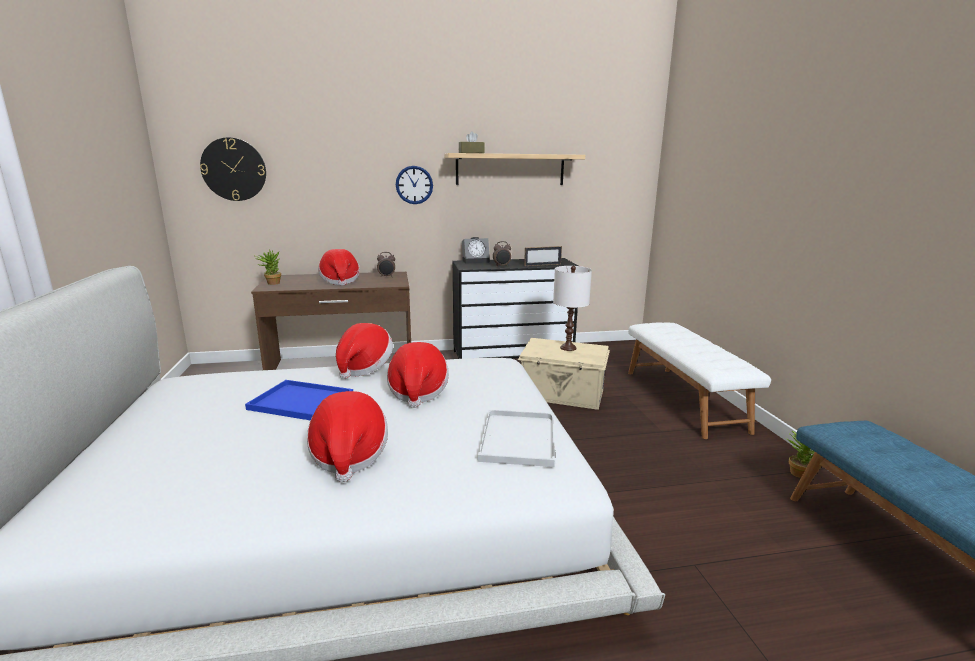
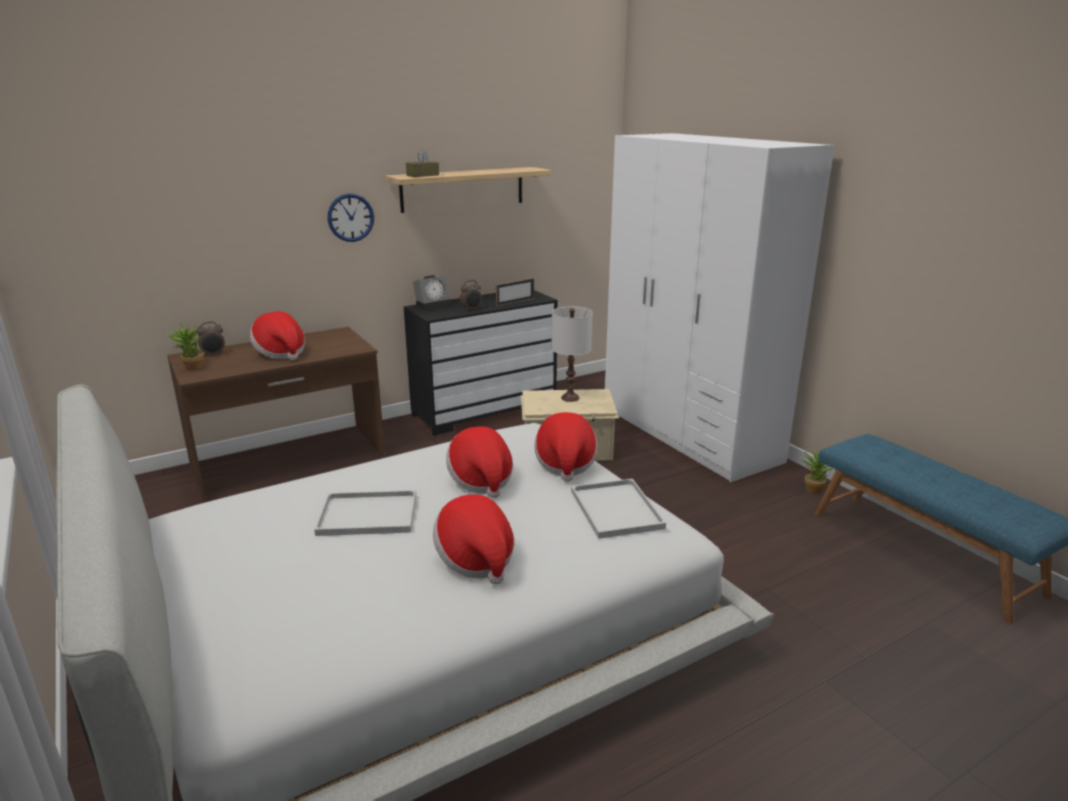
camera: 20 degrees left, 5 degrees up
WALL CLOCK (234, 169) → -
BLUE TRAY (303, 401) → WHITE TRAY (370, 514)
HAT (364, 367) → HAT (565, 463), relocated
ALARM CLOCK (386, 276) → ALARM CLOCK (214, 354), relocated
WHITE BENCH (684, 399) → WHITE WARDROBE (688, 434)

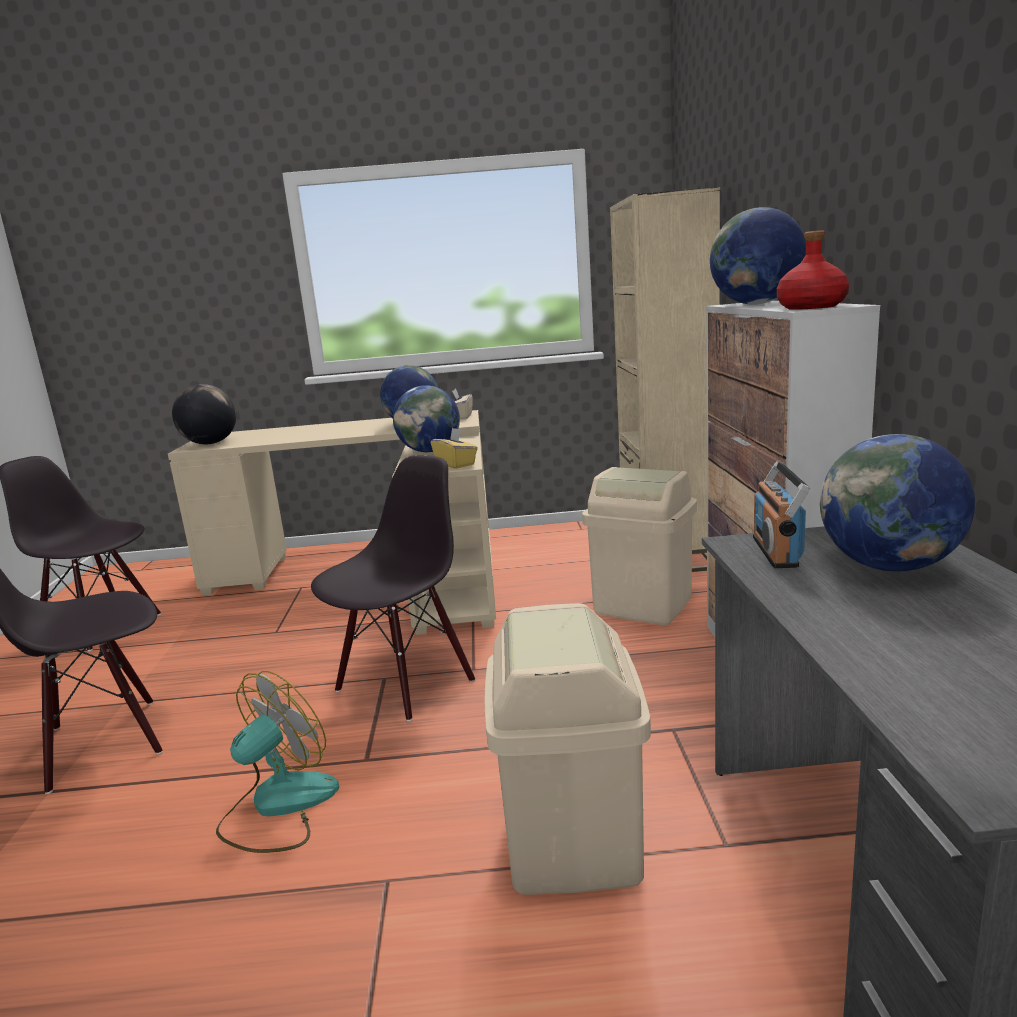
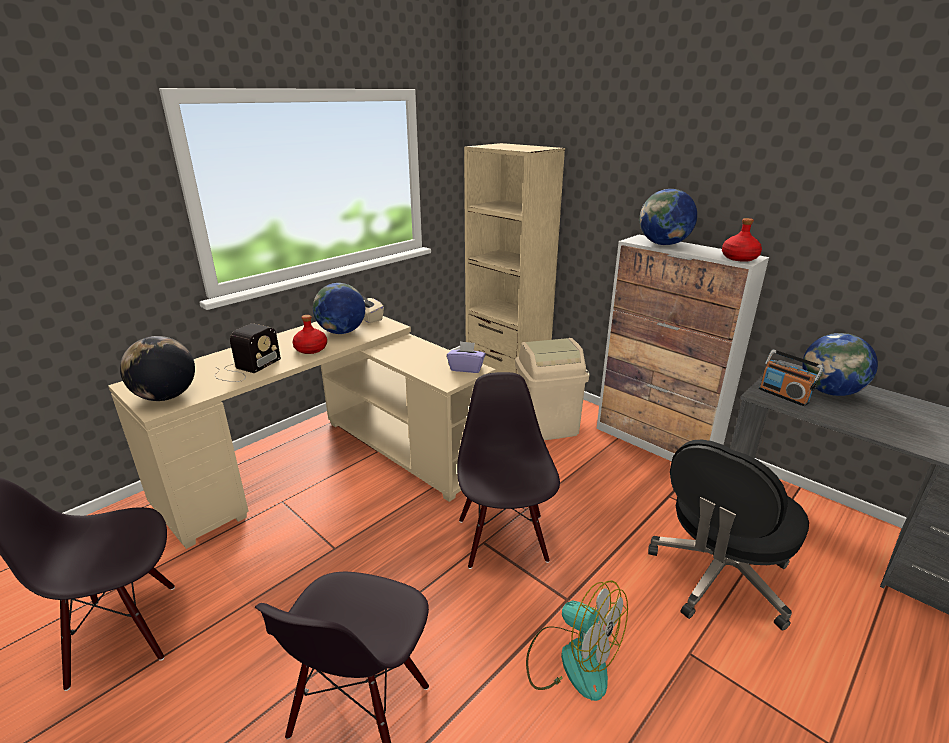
camera: 45 degrees left, 10 degrees up
FAN (278, 806) → FAN (572, 660), 135 degrees clockwise
GLOBE (430, 451) → -
YELLOW TISSUE BOX (456, 464) → PURPLE TISSUE BOX (466, 368)
BEIGE TRASH CAN (570, 840) → BLACK OFFICE CHAIR (718, 577)
- → RADIO (246, 368)
- → RED BOTTLE (310, 349)

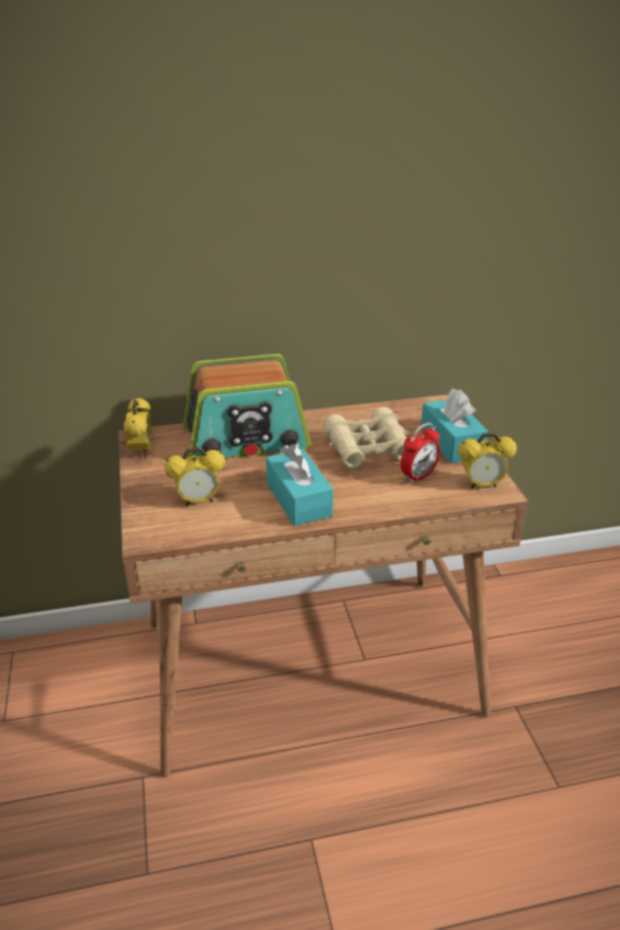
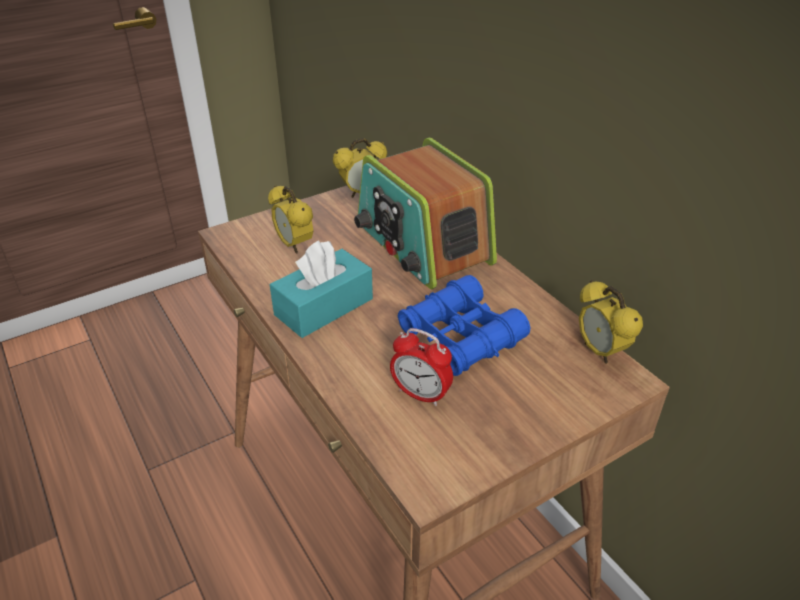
camera: 70 degrees right, 5 degrees up
BEIGE BINOCULARS (368, 448) → BLUE BINOCULARS (461, 336)
TURQUOISE TISSUE BOX (451, 442) → -
ALARM CLOCK (482, 485) → ALARM CLOCK (600, 352), relocated

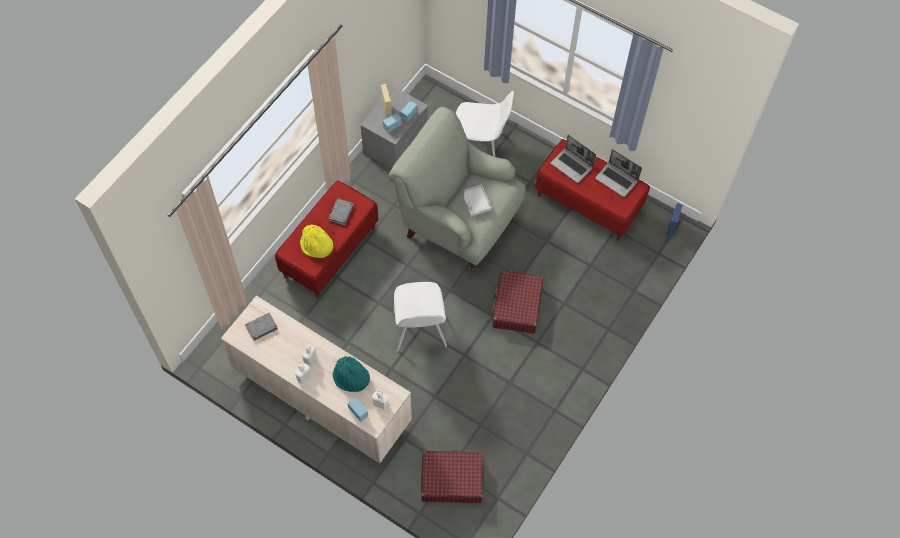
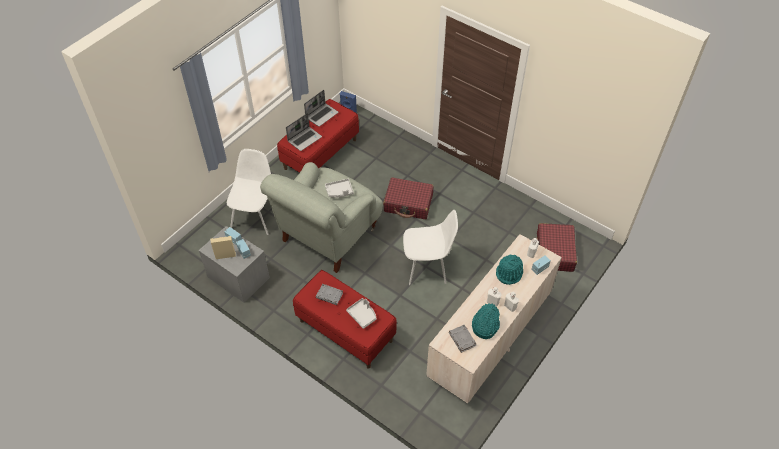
camera: 85 degrees left, 10 degrees down
YELLOW HAT (316, 246) → GREY TRAY (362, 315)
- → TURQUOISE HAT (485, 325)

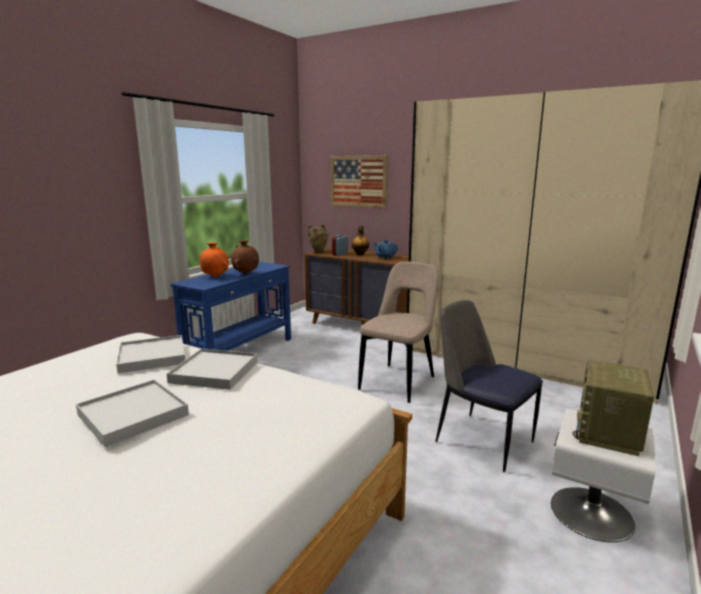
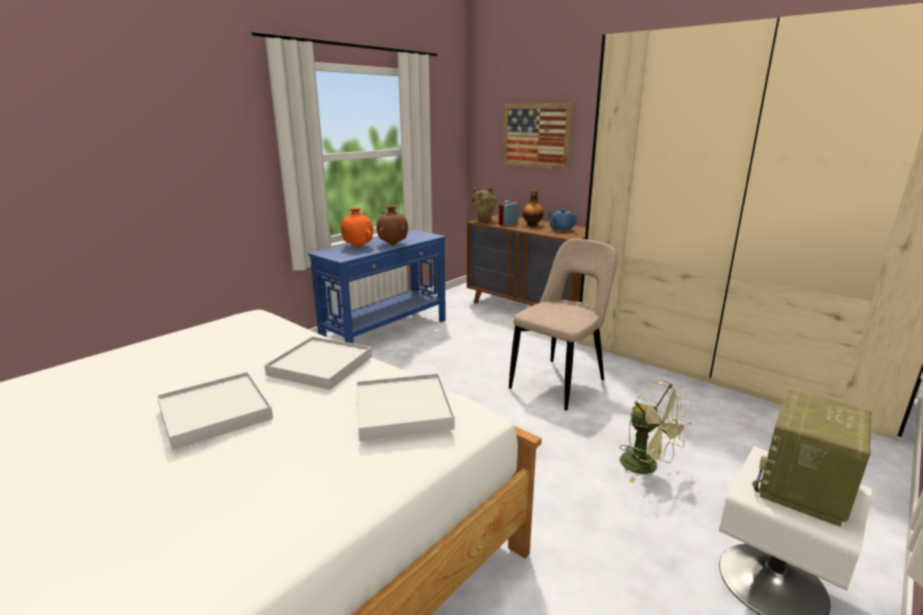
camera: 10 degrees right, 5 degrees up
WHITE TRAY (152, 357) → WHITE TRAY (403, 410), relocated
CHAIR (481, 440) → GREEN FAN (646, 467)

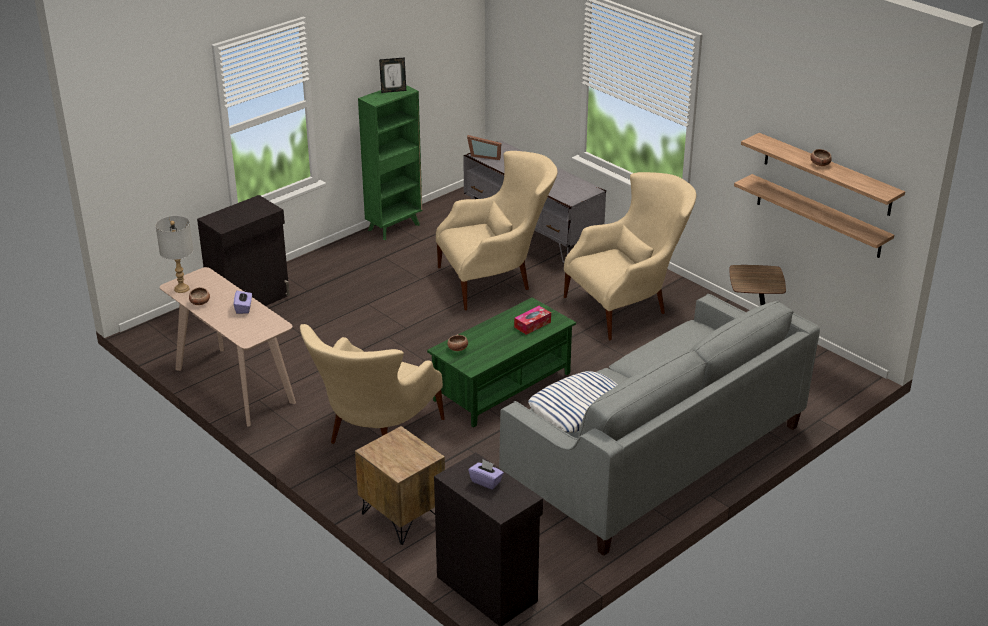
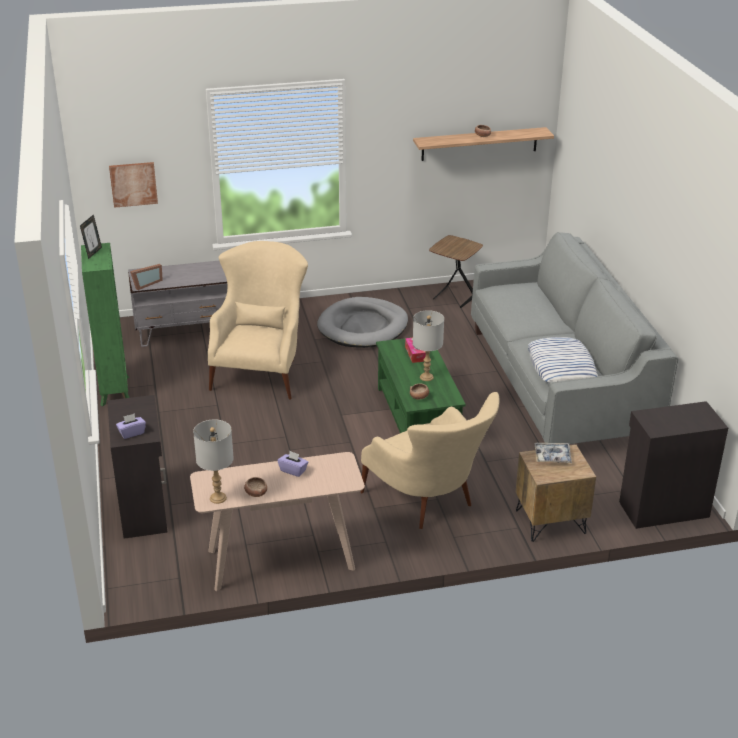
camera: 60 degrees left, 0 degrees up
PURPLE TISSUE BOX (486, 481) → PURPLE TISSUE BOX (131, 433), relocated
BEIGE ARMCHAIR (629, 305) → GREY DOG BED (363, 327)
SHELF (818, 216) → -
- → PICTURE (133, 184)
- → GREY TABLE LAMP (426, 377)
- → TRAY (552, 456)

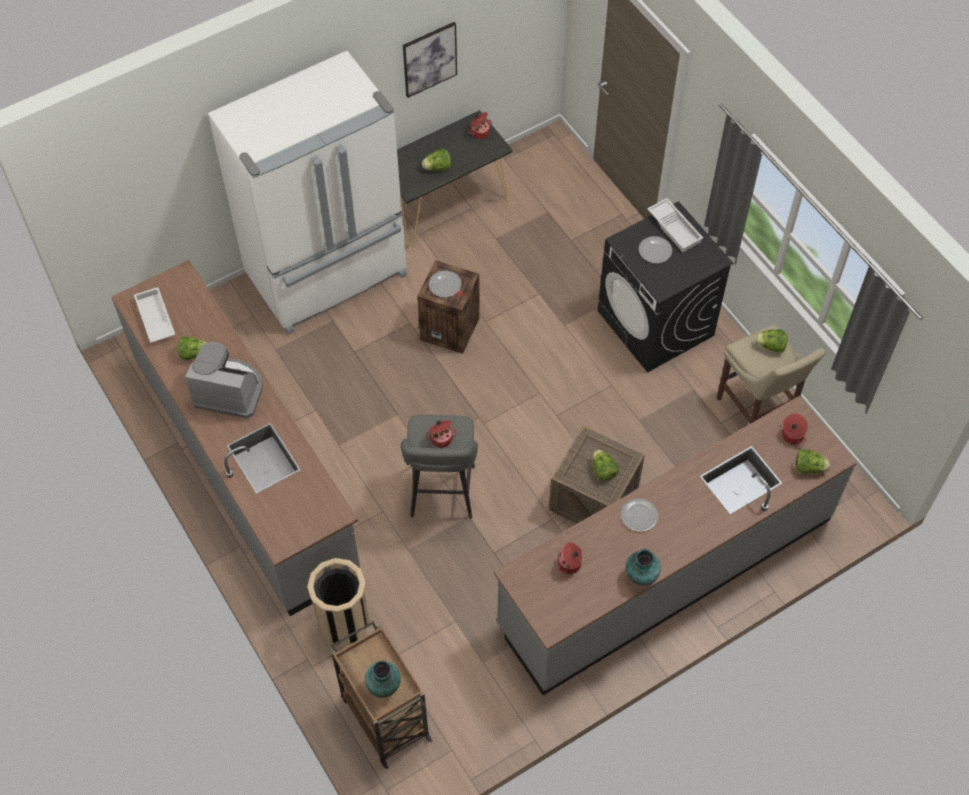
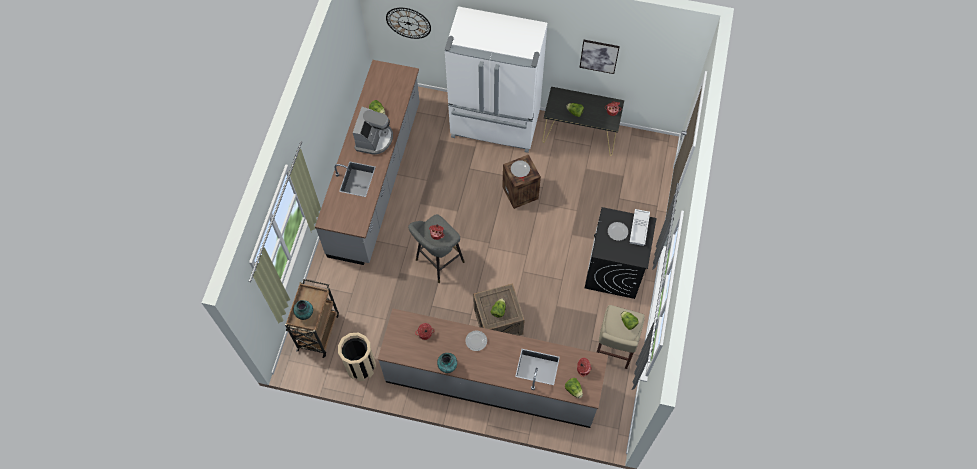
camera: 45 degrees right, 5 degrees up
WHITE TRAY (154, 319) → -
COFFEE MACHINE (229, 391) → COFFEE MACHINE (374, 139), 45 degrees clockwise
BEIGE TRASH CAN (344, 624) → BEIGE TRASH CAN (361, 366), relocated
- → WALL CLOCK (408, 23)

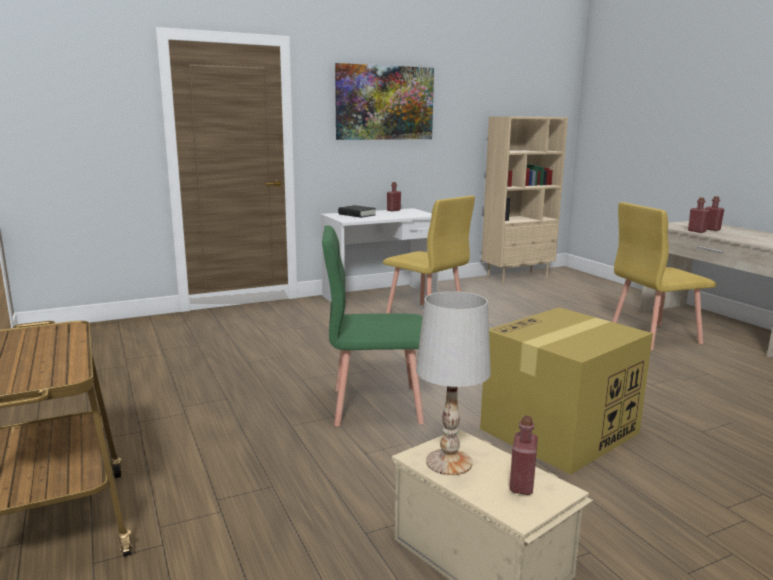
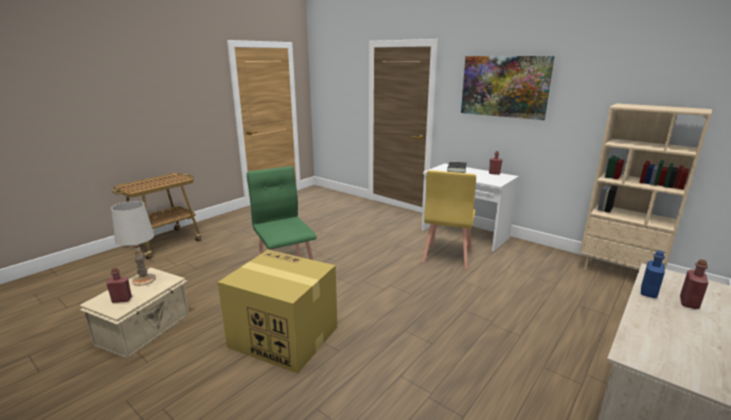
camera: 65 degrees right, 5 degrees up
YELLOW CHAIR (653, 336) → -
RED BOTTLE (696, 231) → BLUE BOTTLE (648, 292)

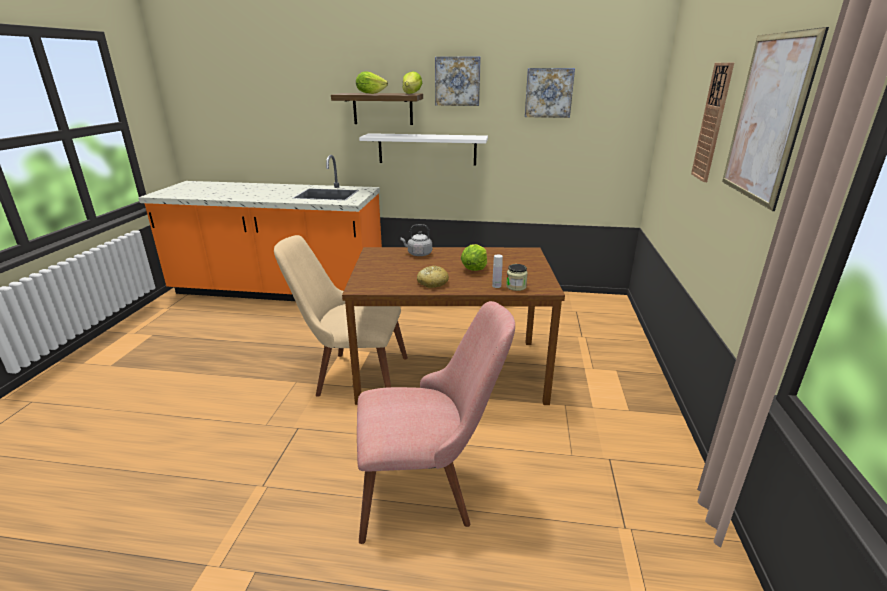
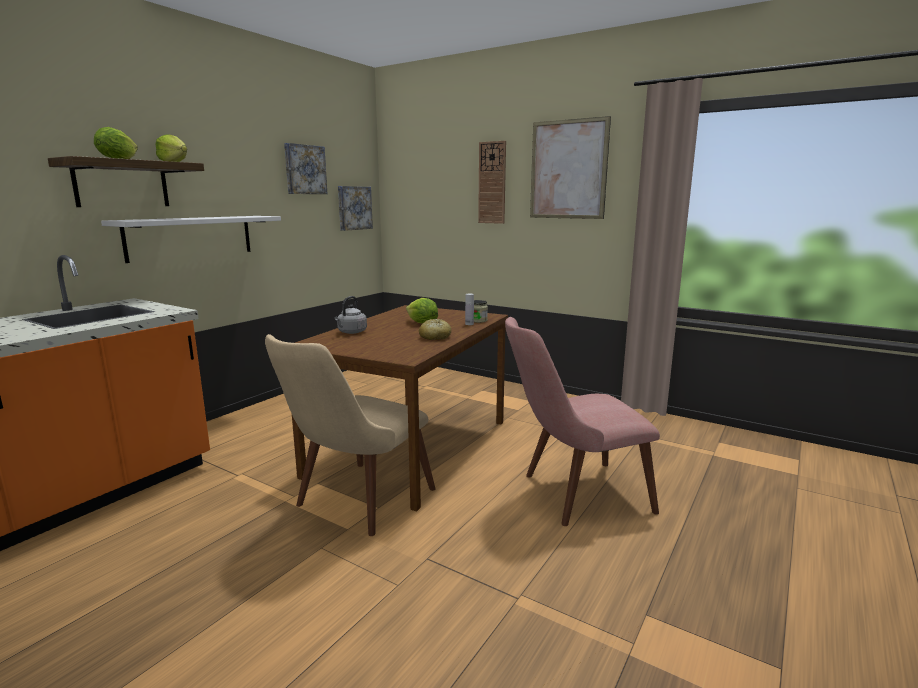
camera: 65 degrees left, 10 degrees down
PINK CHAIR (428, 487) → PINK CHAIR (571, 495), 120 degrees counterclockwise
PICTURE (457, 81) → PICTURE (354, 208), relocated

